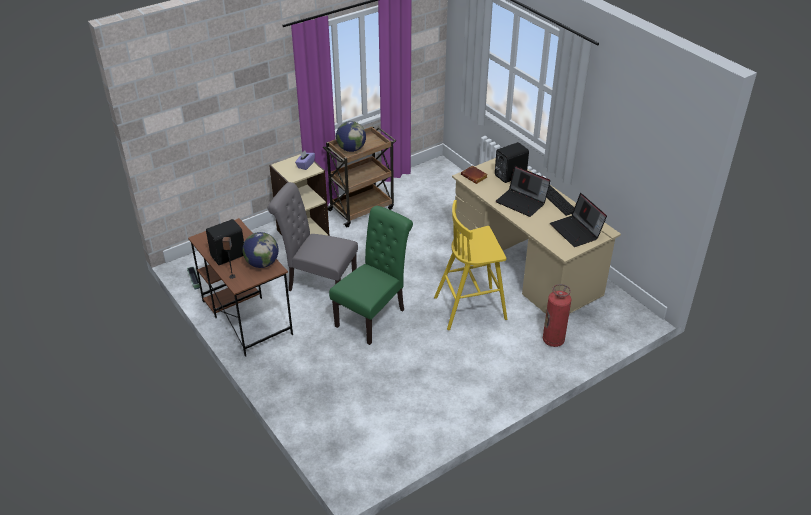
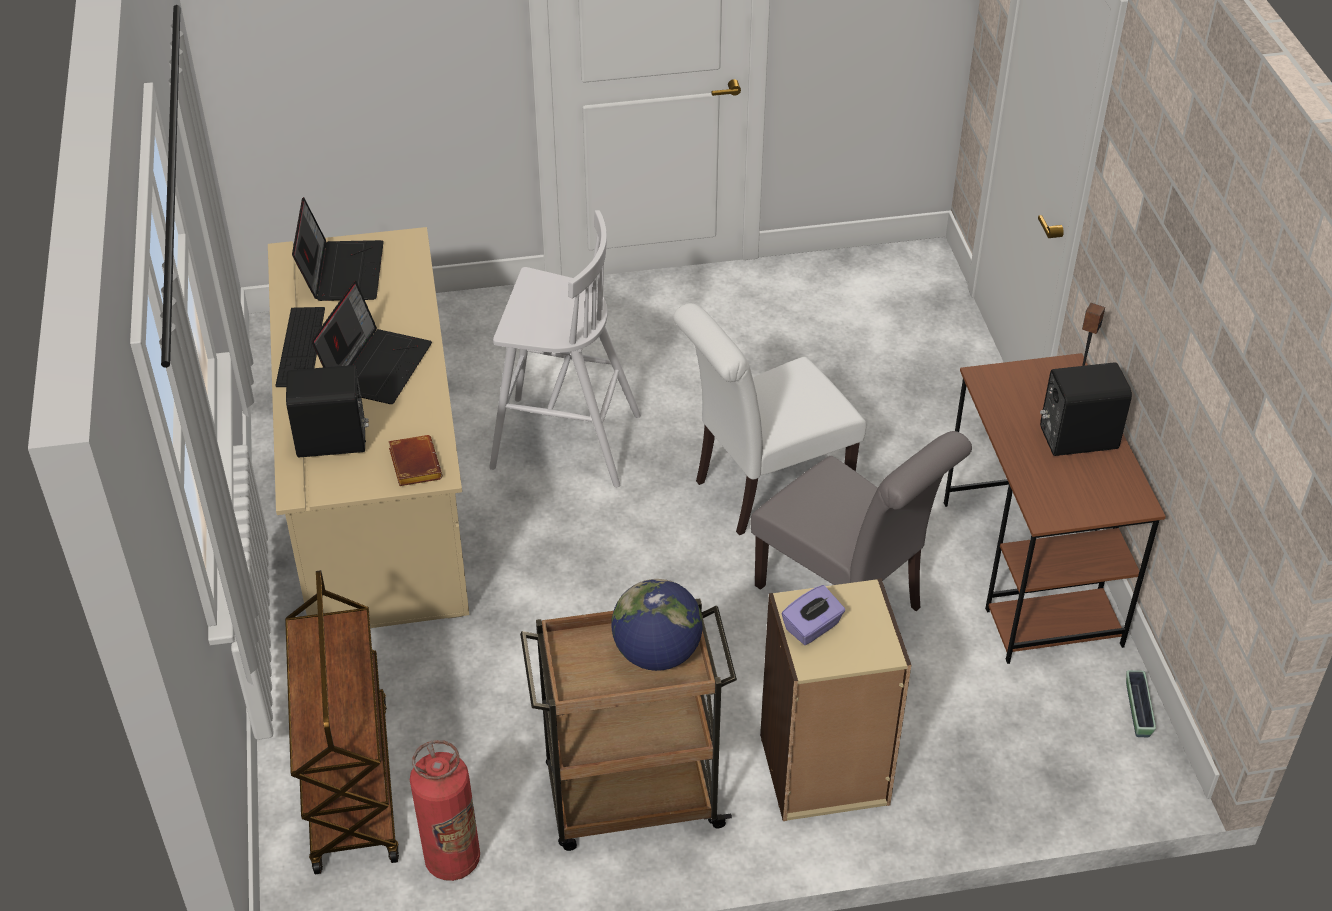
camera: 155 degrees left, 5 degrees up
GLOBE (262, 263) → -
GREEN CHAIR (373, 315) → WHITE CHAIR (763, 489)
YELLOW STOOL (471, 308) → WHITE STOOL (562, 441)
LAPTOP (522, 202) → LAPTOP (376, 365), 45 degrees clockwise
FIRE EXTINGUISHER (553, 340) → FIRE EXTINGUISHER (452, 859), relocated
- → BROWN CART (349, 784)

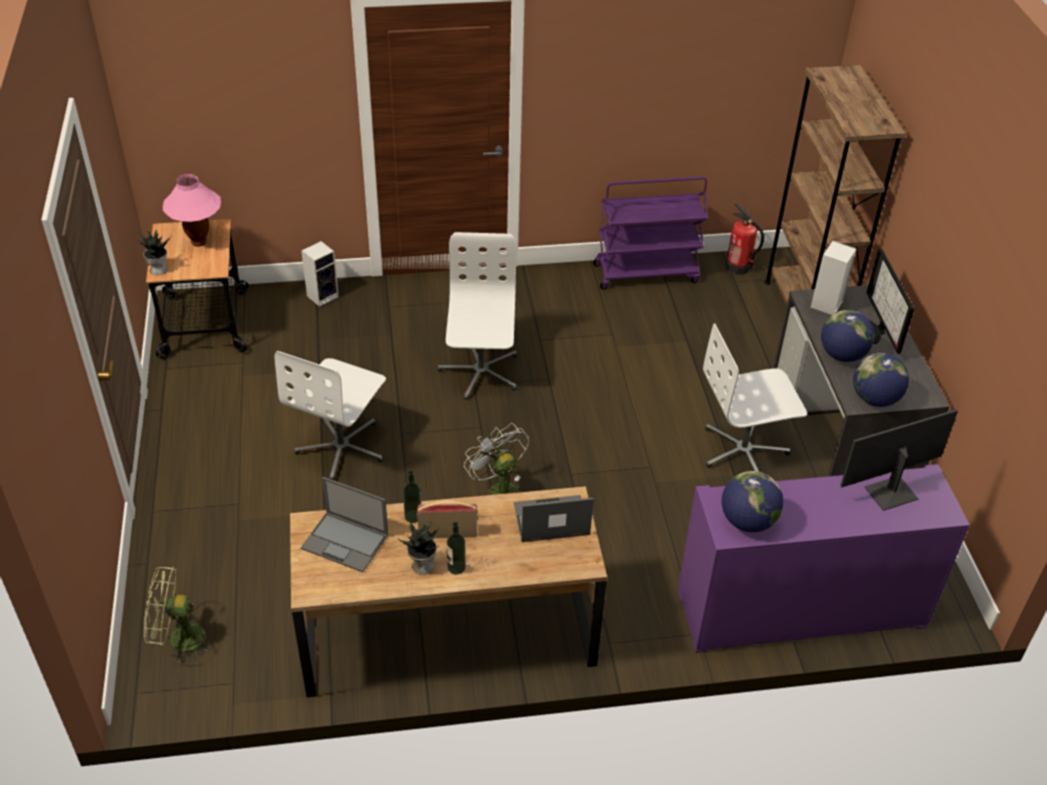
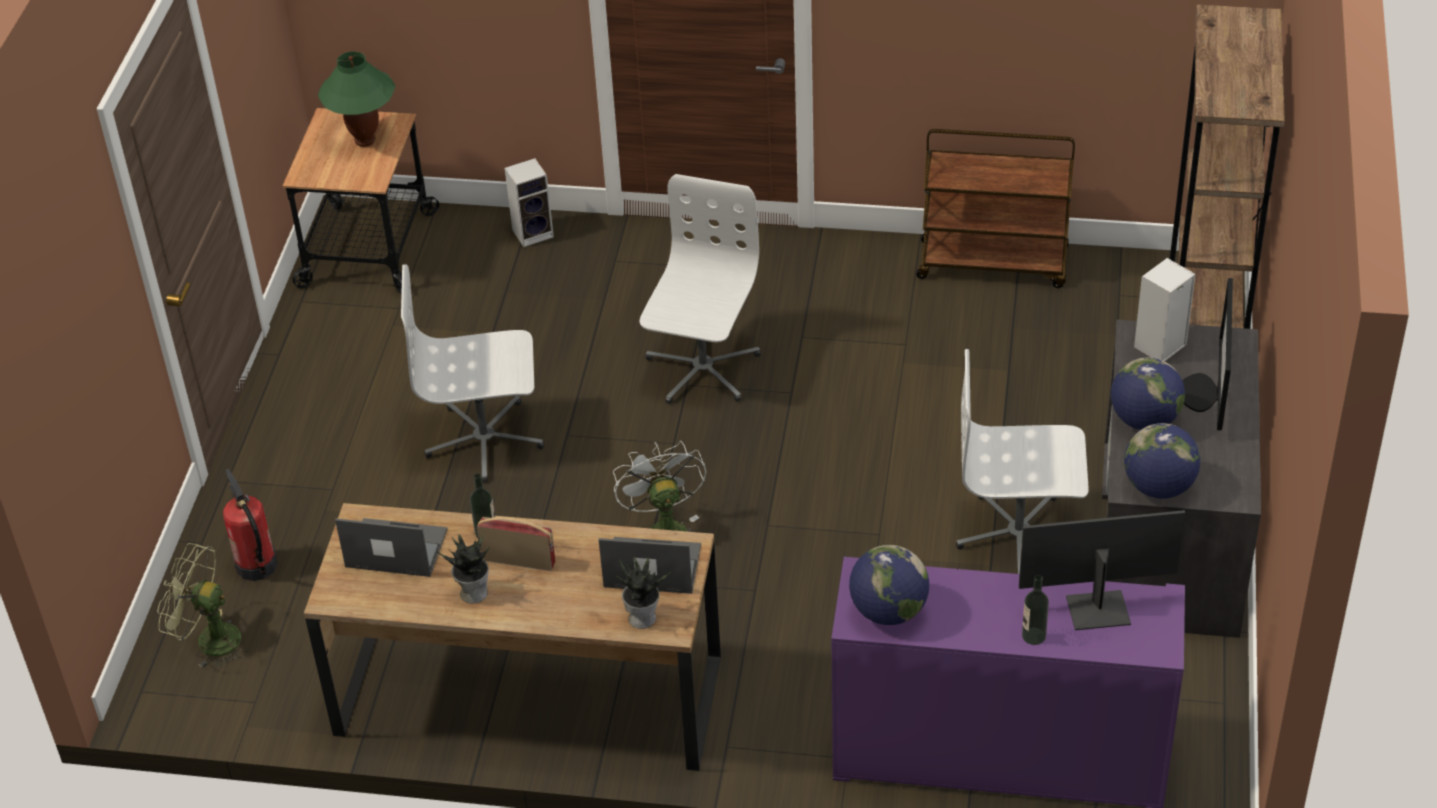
camera: 20 degrees right, 0 degrees up
POTTED PLANT (158, 269) → POTTED PLANT (643, 617), relocated
PINK TABLE LAMP (199, 242) → GREEN TABLE LAMP (365, 141)
WHITE OFFICE CHAIR (342, 447) → WHITE OFFICE CHAIR (485, 440), 45 degrees clockwise
LAPTOP (346, 542) → LAPTOP (395, 548), 150 degrees clockwise
BOTTLE (456, 567) → BOTTLE (1033, 636), relocated
PURPLE CART (646, 273) → BROWN CART (994, 263)
FIRE EXTINGUISHER (738, 267) → FIRE EXTINGUISHER (256, 566), relocated

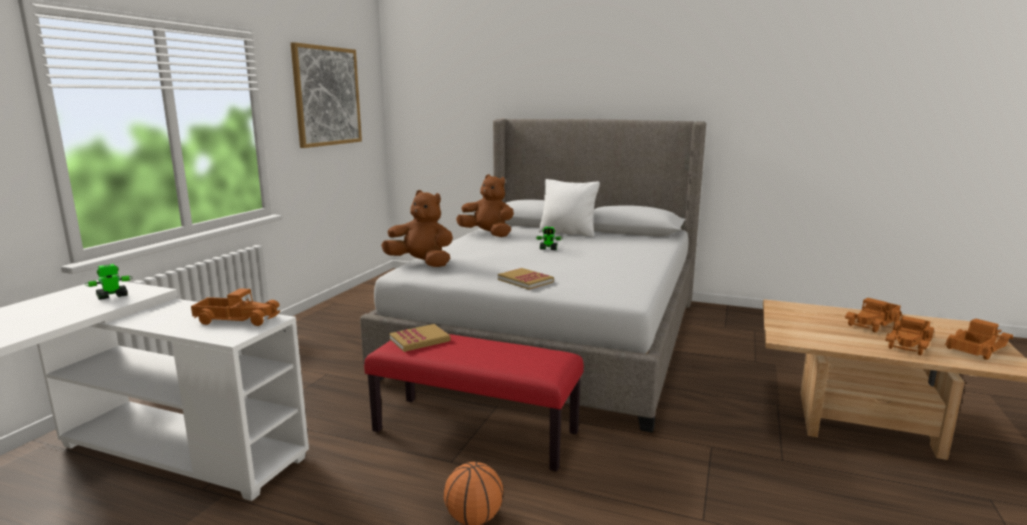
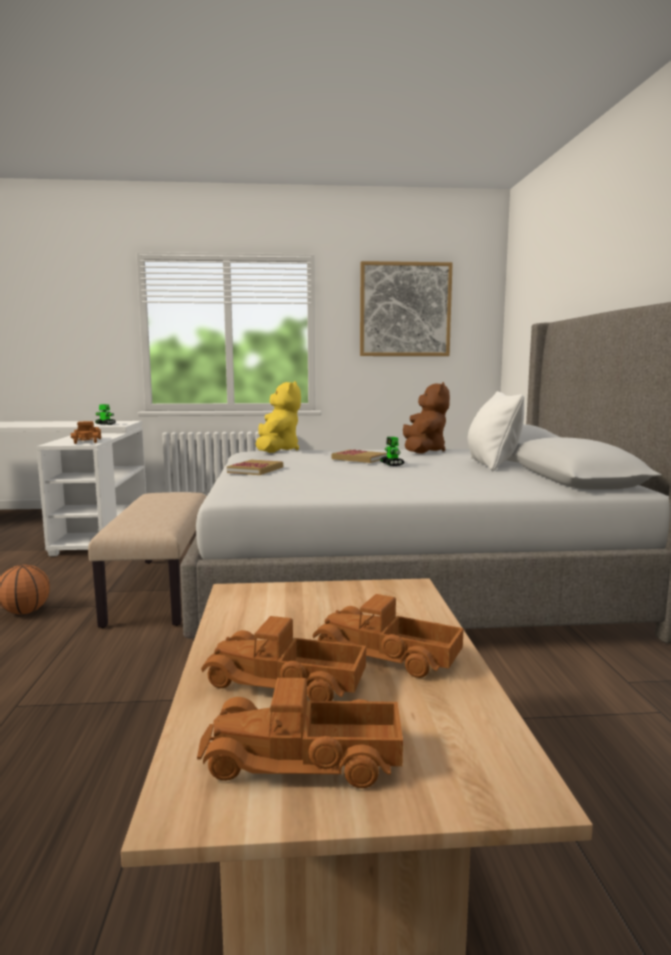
camera: 65 degrees right, 5 degrees down
RED BENCH (476, 431) → BEIGE BENCH (162, 590)
BROWN PLUSH TOY (421, 263) → YELLOW PLUSH TOY (277, 450)
BOOK (419, 340) → BOOK (359, 459), relocated
TOY TRUCK (975, 348) → TOY TRUCK (303, 760), 150 degrees clockwise

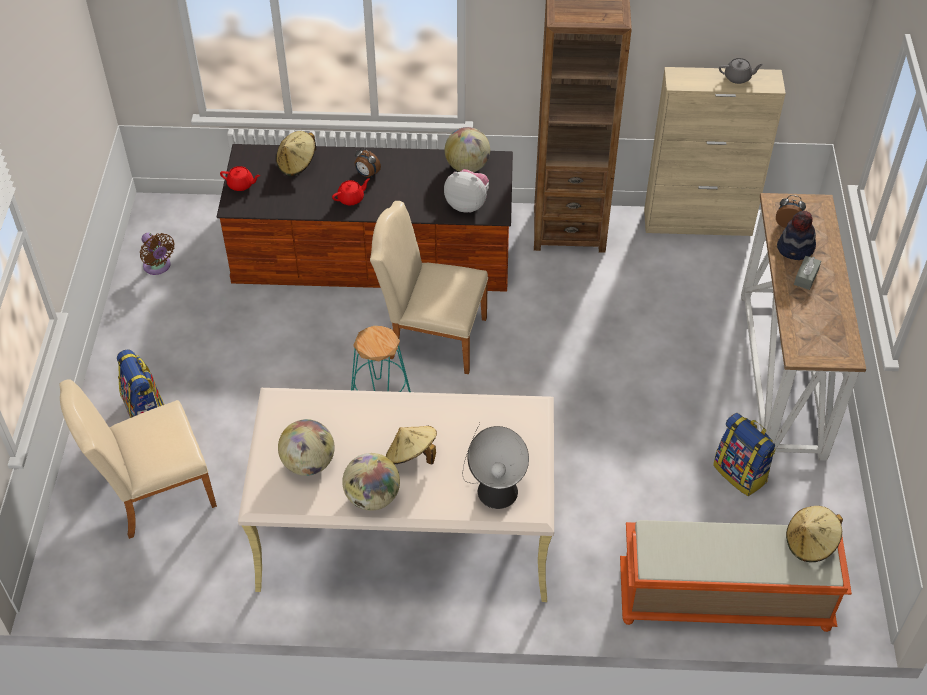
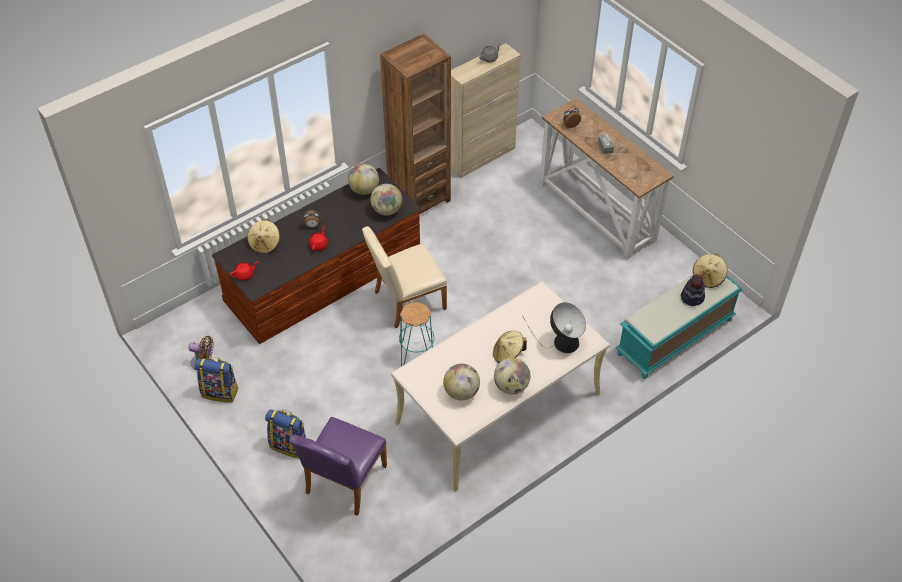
camera: 40 degrees left, 0 degrees up
BEIGE CHAIR (152, 492) → PURPLE CHAIR (343, 484)
PLUSH TOY (467, 204) → GLOBE (386, 210)
ORANGE BENCH (723, 600) → TURQUOISE BENCH (674, 337)
BACKPACK (741, 473) → BACKPACK (220, 392), relocated
HAT (795, 248) → HAT (692, 297), relocated

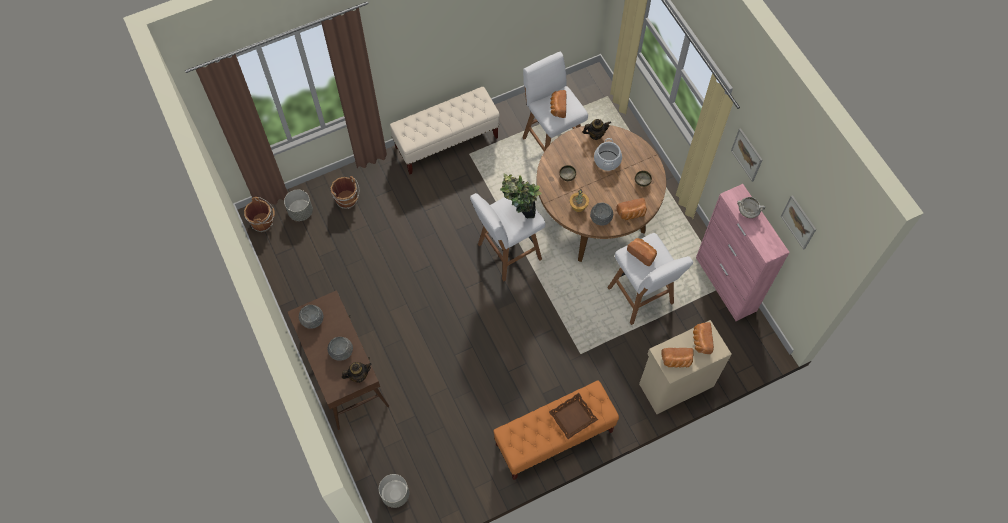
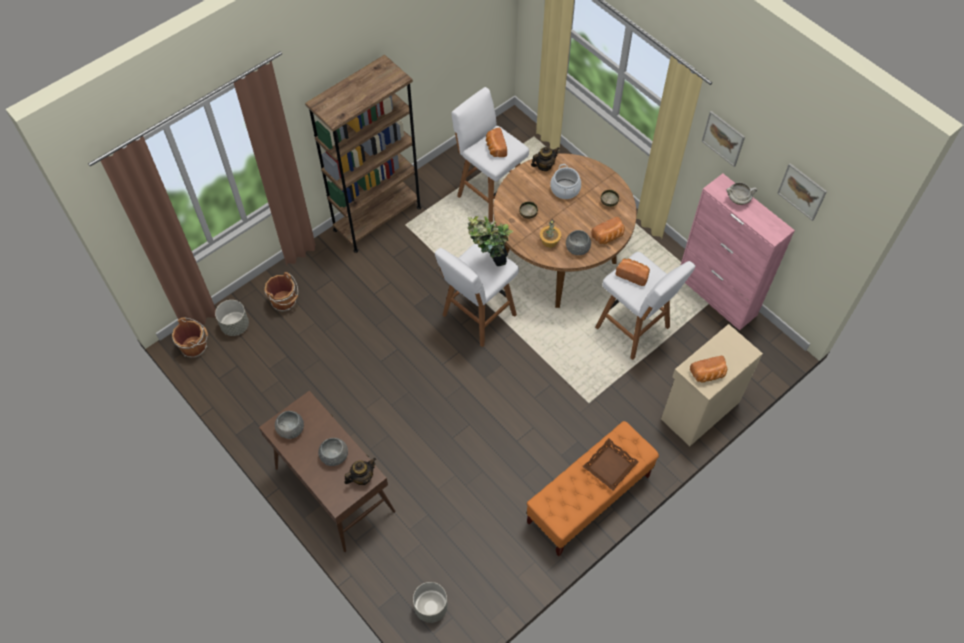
camera: 15 degrees left, 5 degrees down
BEIGE BENCH (447, 142) → BROWN BOOKCASE (377, 218)
BREAD (701, 341) → -

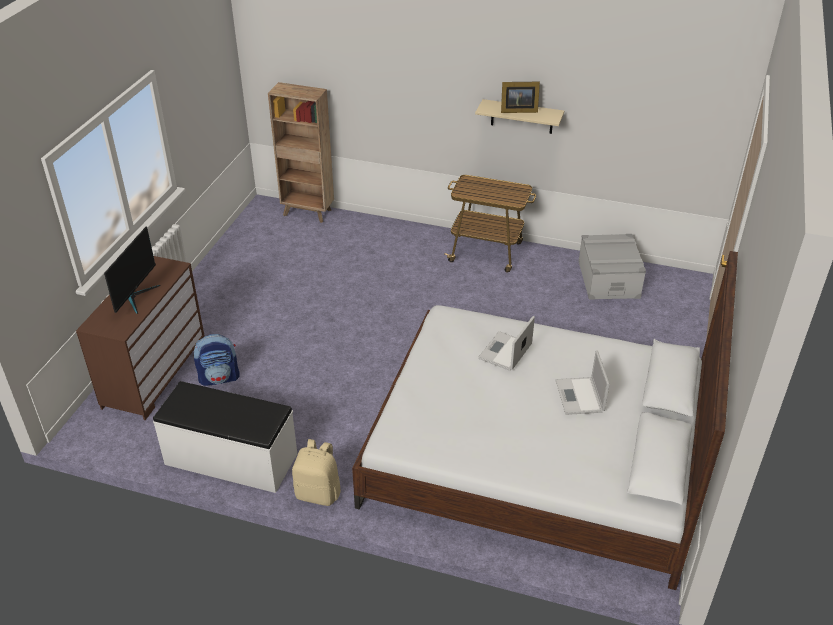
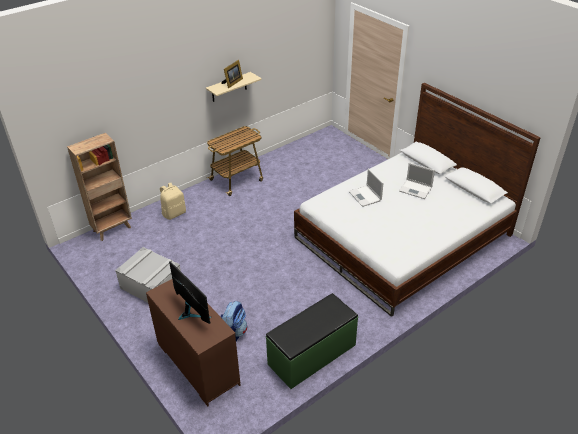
camera: 55 degrees left, 0 degrees up
WHITE BENCH (231, 459) → GREEN BENCH (312, 355)
BEIGE BACKPACK (319, 493) → BEIGE BACKPACK (174, 213), relocated
GREY STORAGE BOX (608, 279) → GREY STORAGE BOX (151, 285), relocated

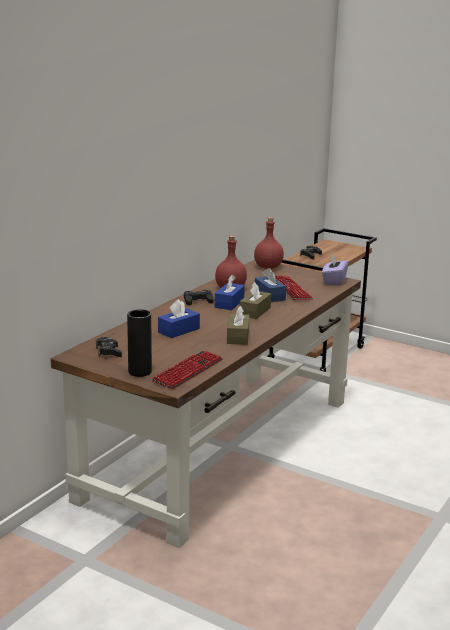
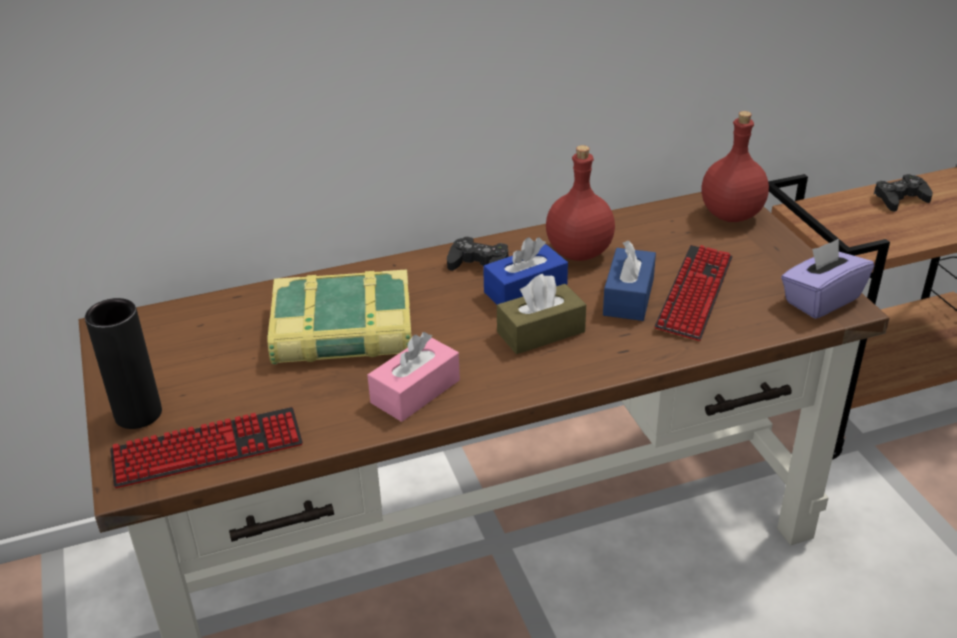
camera: 40 degrees right, 15 degrees up
BLACK GAME CONTROLLER (108, 352) → -
BLUE TISSUE BOX (179, 330) → BOOK (343, 331)
BROWN TISSUE BOX (238, 337) → PINK TISSUE BOX (415, 391)

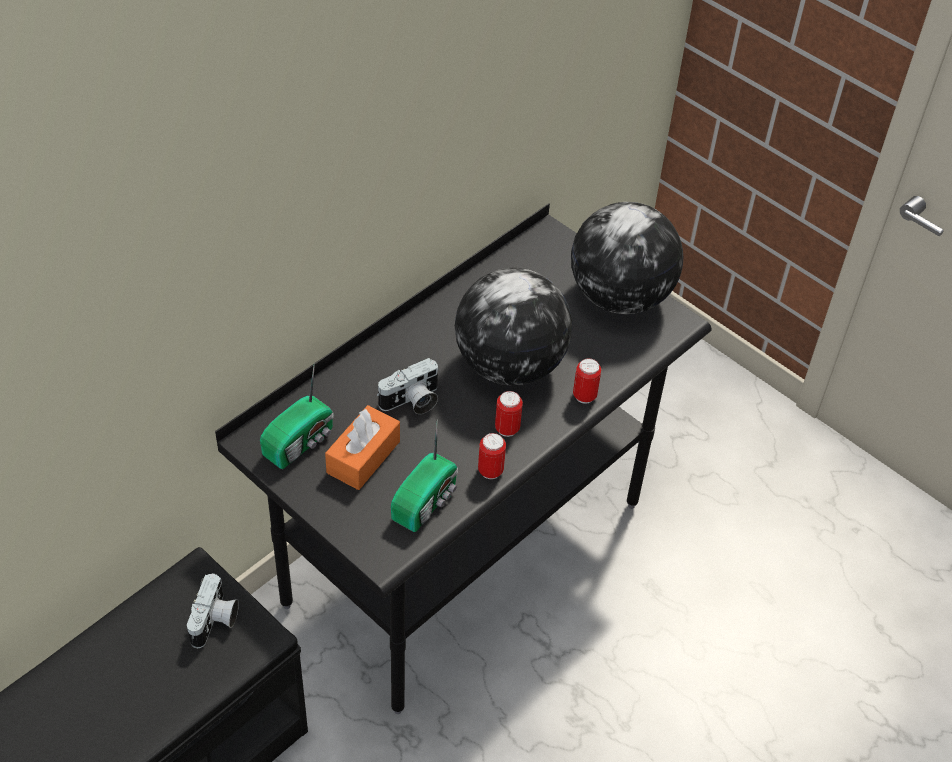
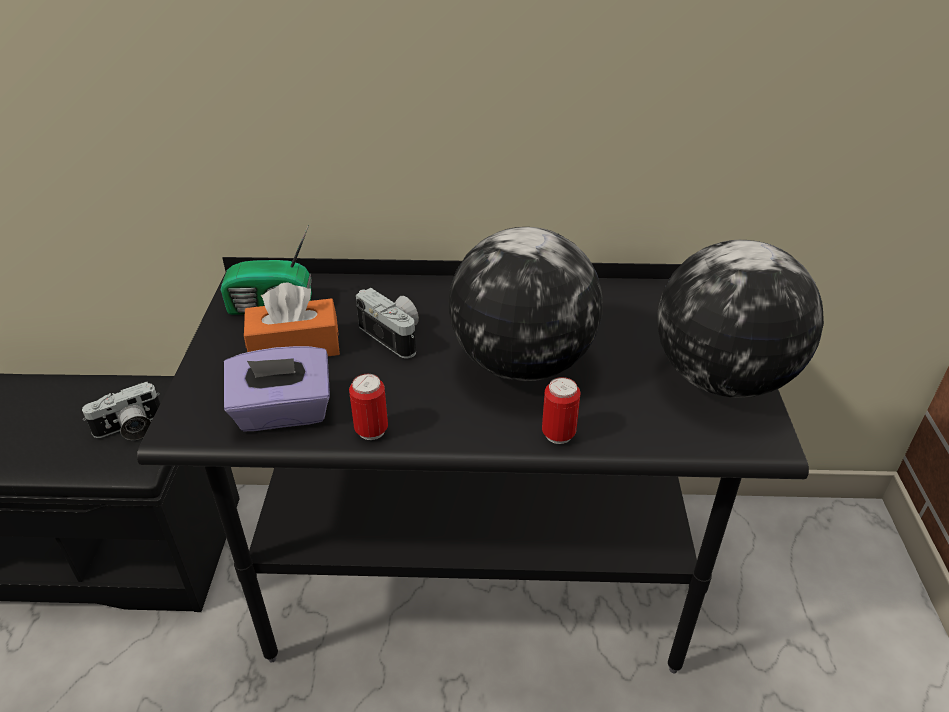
camera: 50 degrees right, 10 degrees down
PHOTO CAMERA (412, 402) → PHOTO CAMERA (395, 335), 150 degrees counterclockwise
RADIO (427, 501) → PURPLE TISSUE BOX (283, 413)
CAN (507, 429) → -

